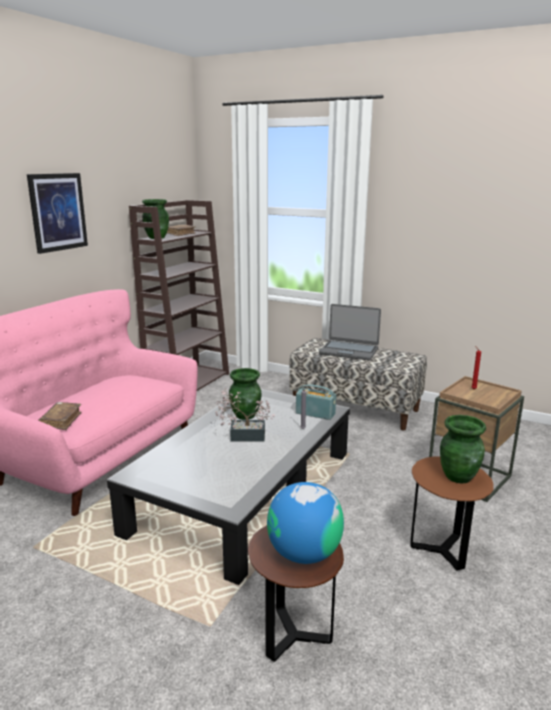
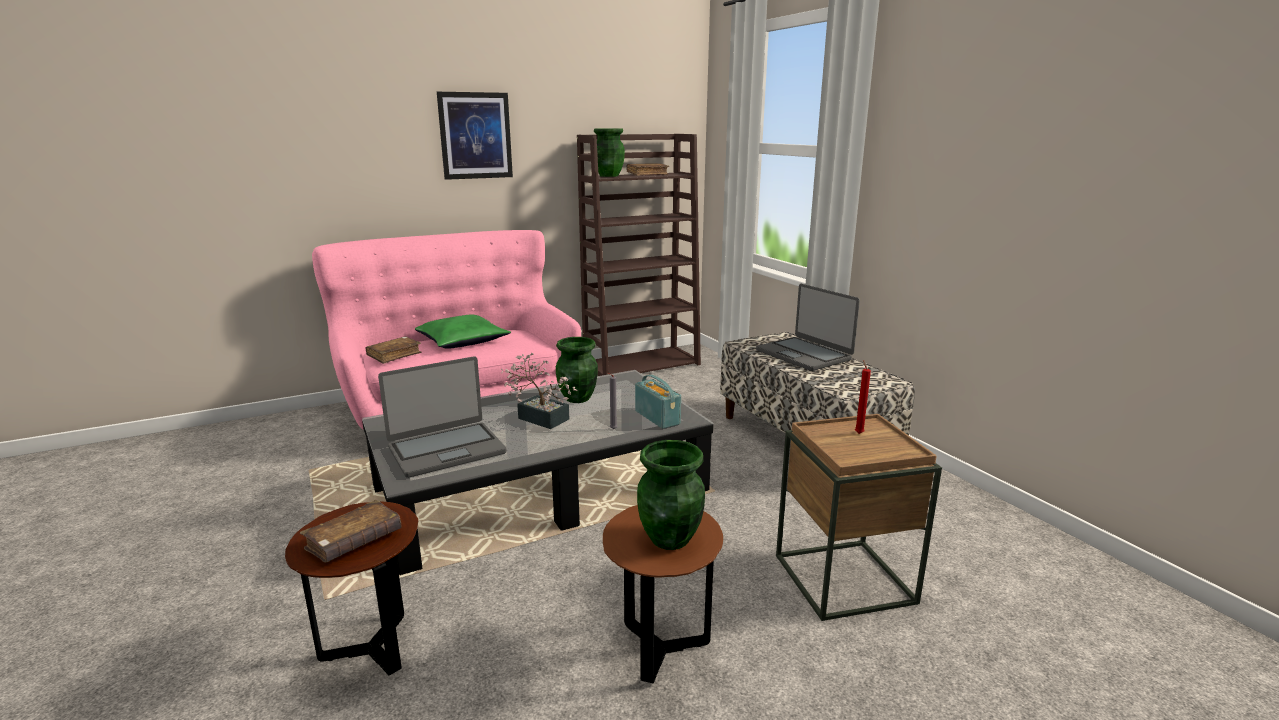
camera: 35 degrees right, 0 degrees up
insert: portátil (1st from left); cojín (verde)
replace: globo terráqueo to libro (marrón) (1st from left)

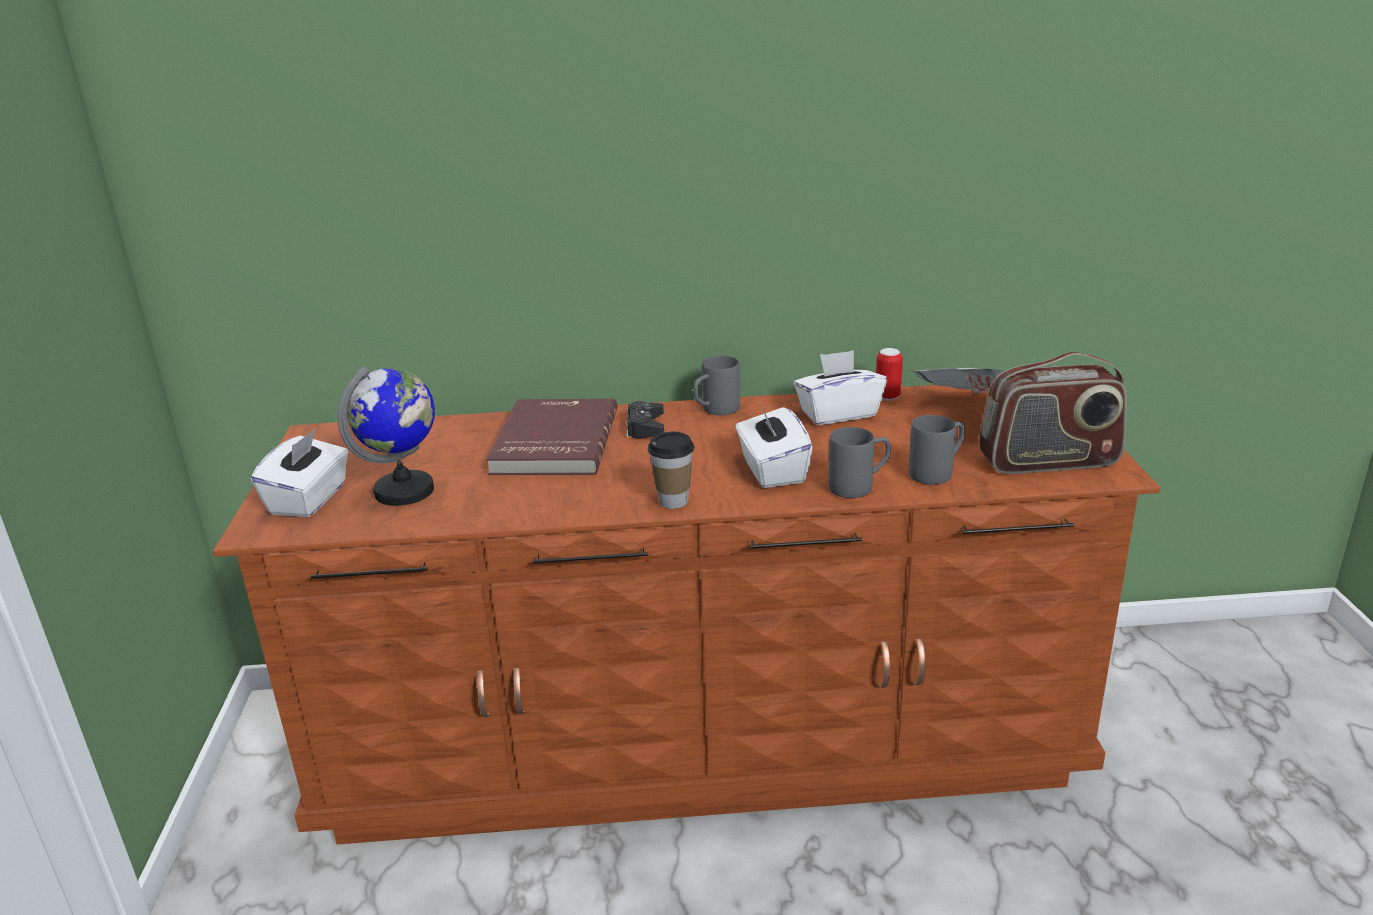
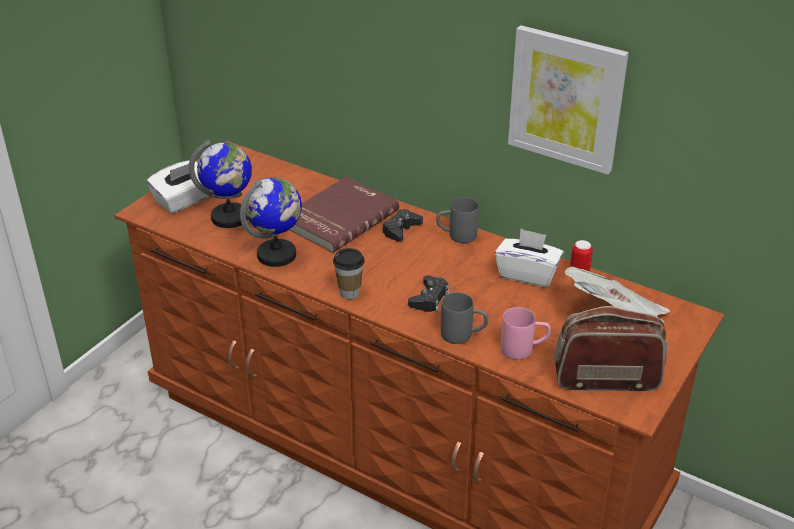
camera: 35 degrees right, 10 degrees up
insert: globo terráqueo (2nd from left); cuadro
replace: caja de pañuelos (blanco) (2nd from left) to mando de consola (negro) (2nd from left)
recolor: taza grande (gris) (3rd from left) to taza grande (rosa)
rotate: radio 150 degrees clockwise

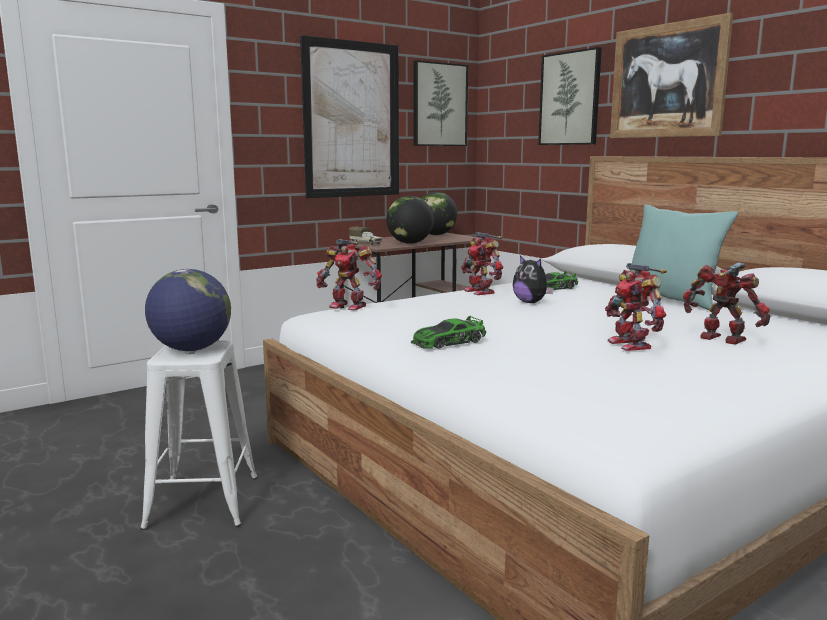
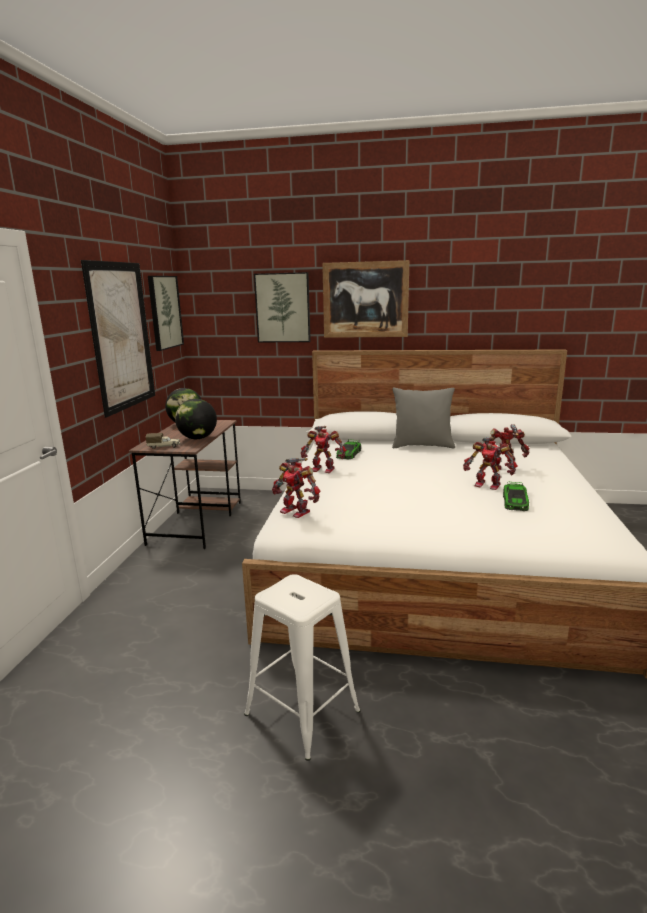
camera: 45 degrees left, 5 degrees up
delete: globo terráqueo (1st from left); peluche
move: coche de juguete (1st from left in the first image) to coche de juguete (2nd from left)
recolor: cojín (turquesa) to cojín (gris)
rotate: robot de juguete (1st from left) 60 degrees clockwise

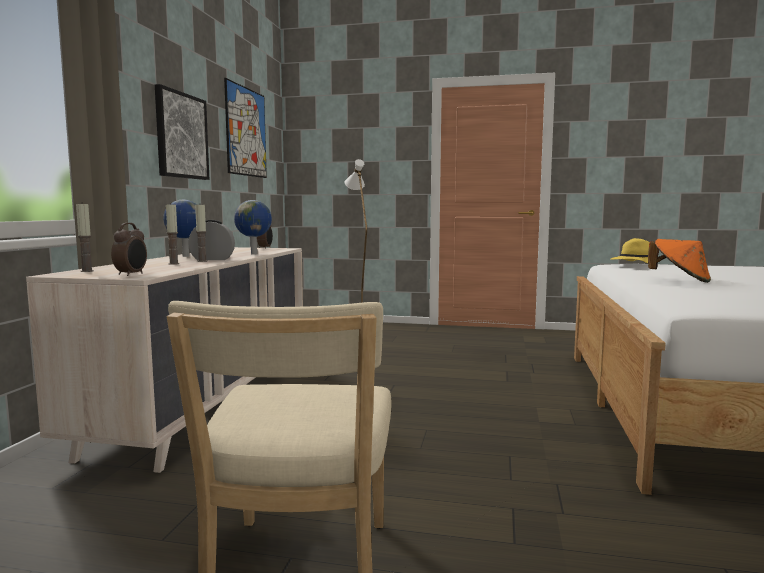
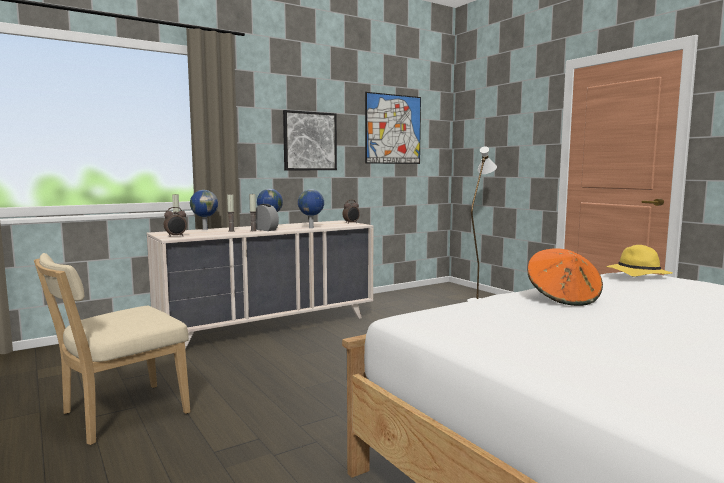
camera: 45 degrees right, 0 degrees up
insert: globo terráqueo (1st from left)

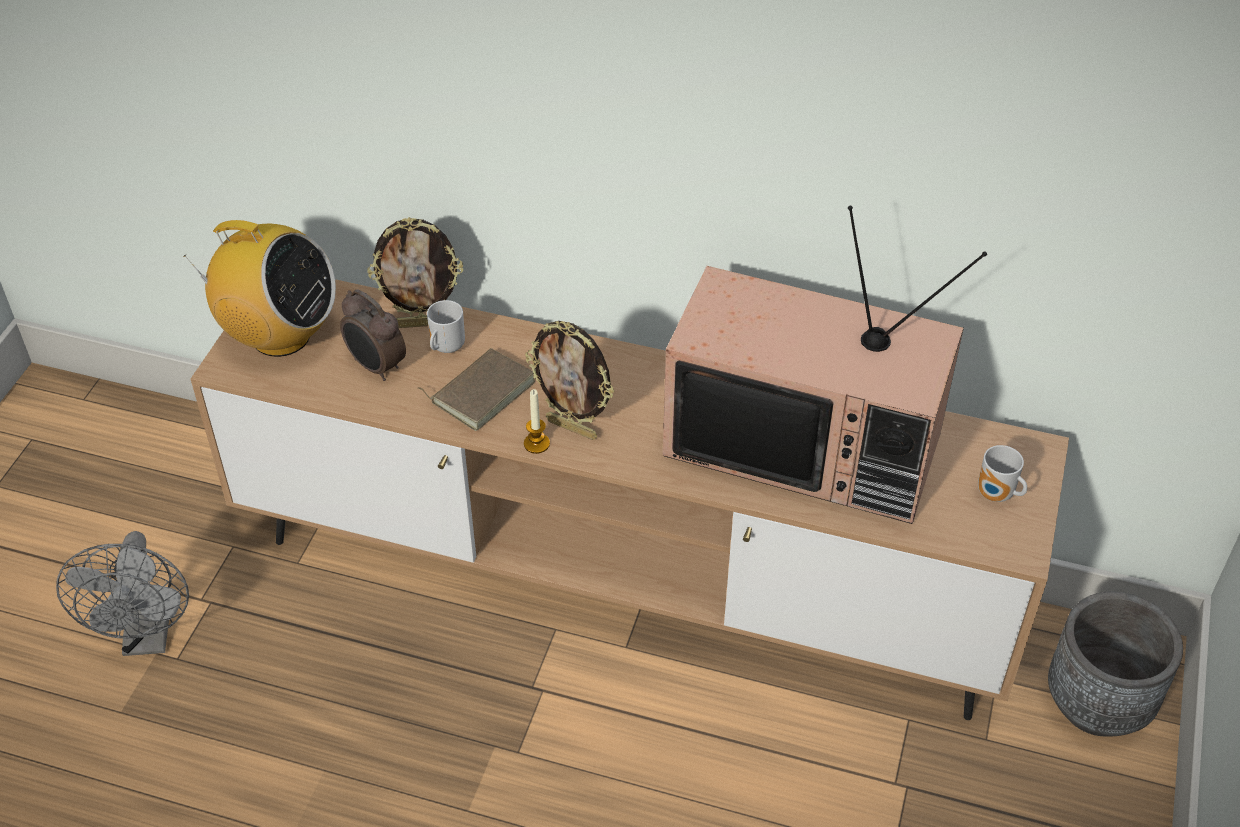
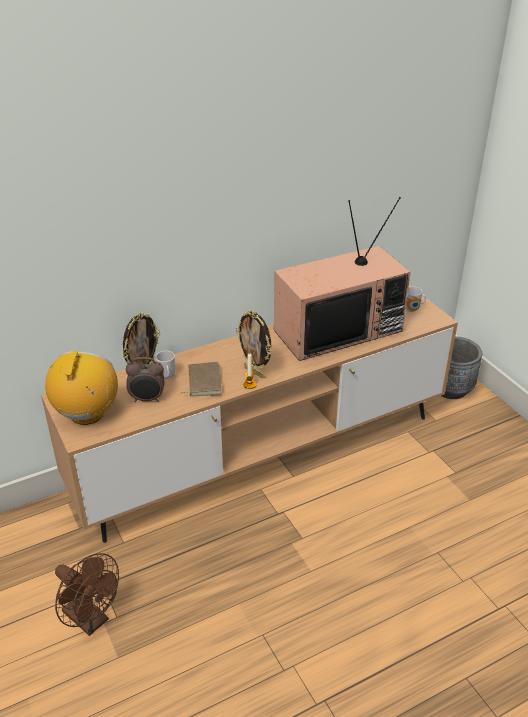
camera: 45 degrees left, 10 degrees down
recolor: ventilador (gris) to ventilador (marrón)
rotate: radio 60 degrees counterclockwise; portarretratos (2nd from left) 60 degrees clockwise

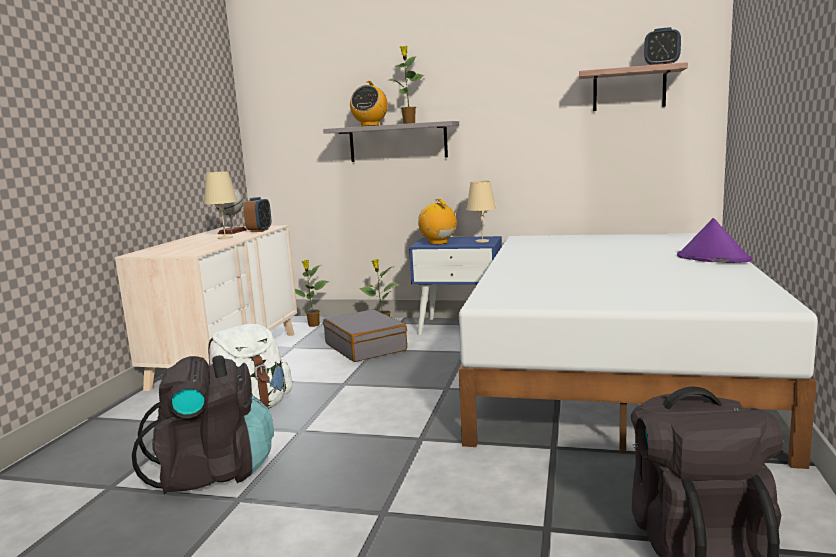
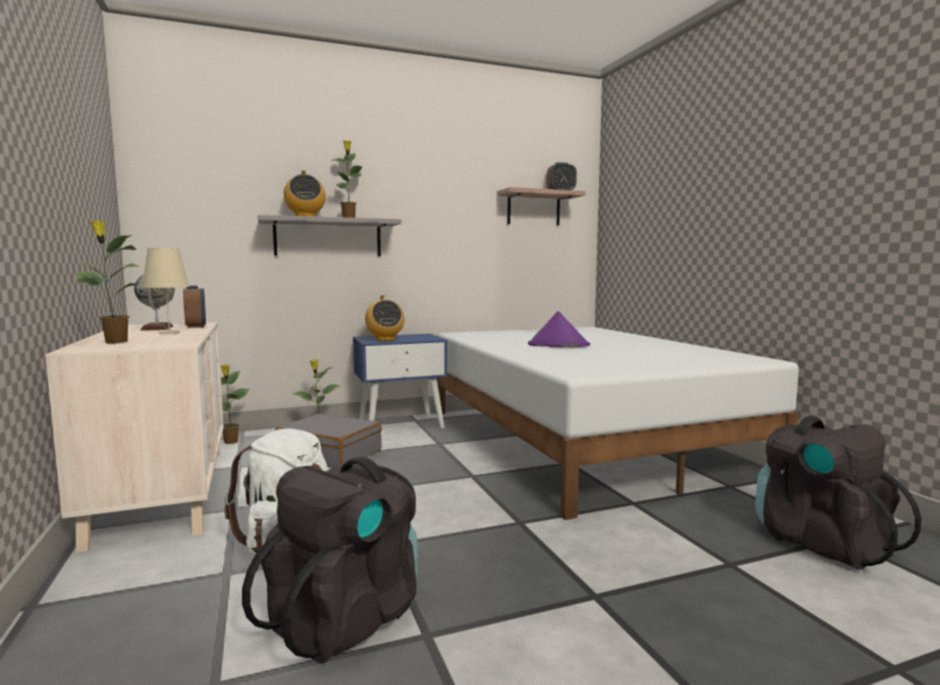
camera: 35 degrees left, 5 degrees down
delete: lámpara de mesa (beis) (2nd from left)
insert: planta en maceta (1st from left)
move: sombrero (morado)
rotate: radio (2nd from left) 135 degrees counterclockwise

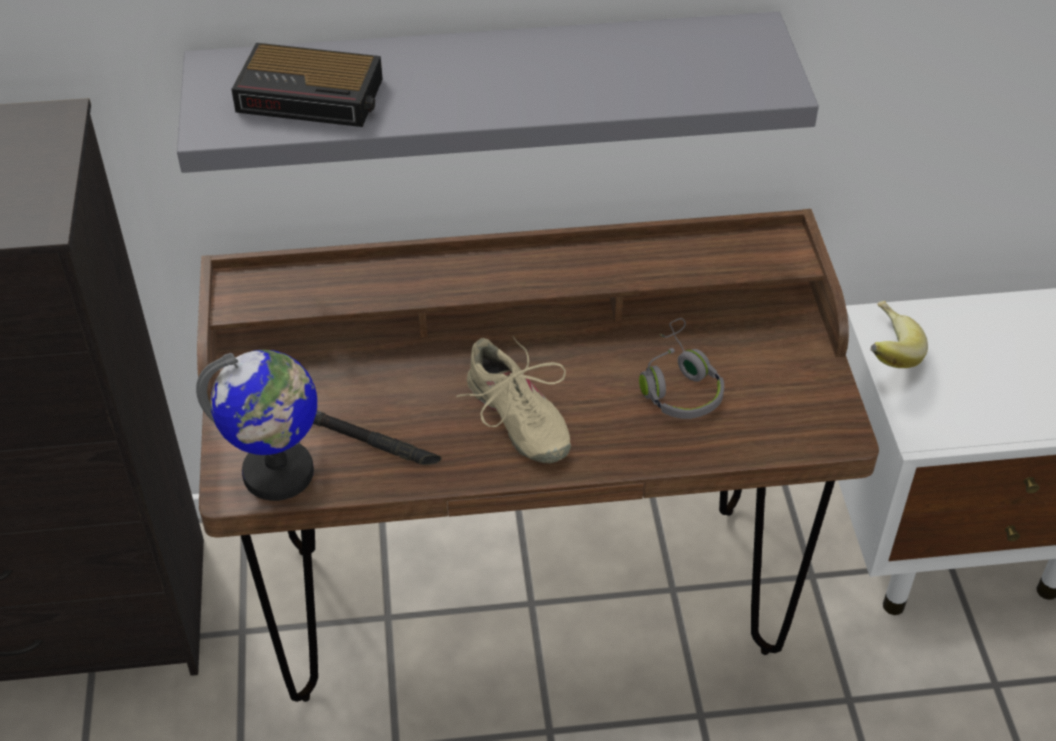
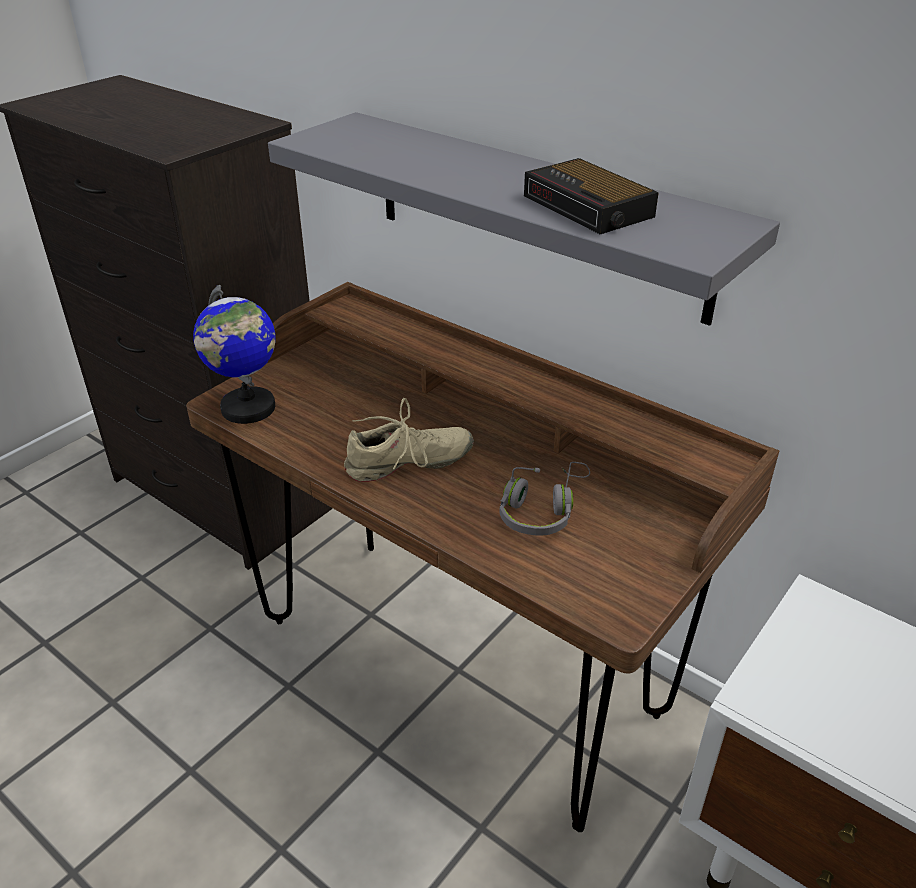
camera: 45 degrees right, 10 degrees down
delete: linterna (negro); plátano
move: despertador
rotate: zapato (beis) 120 degrees counterclockwise

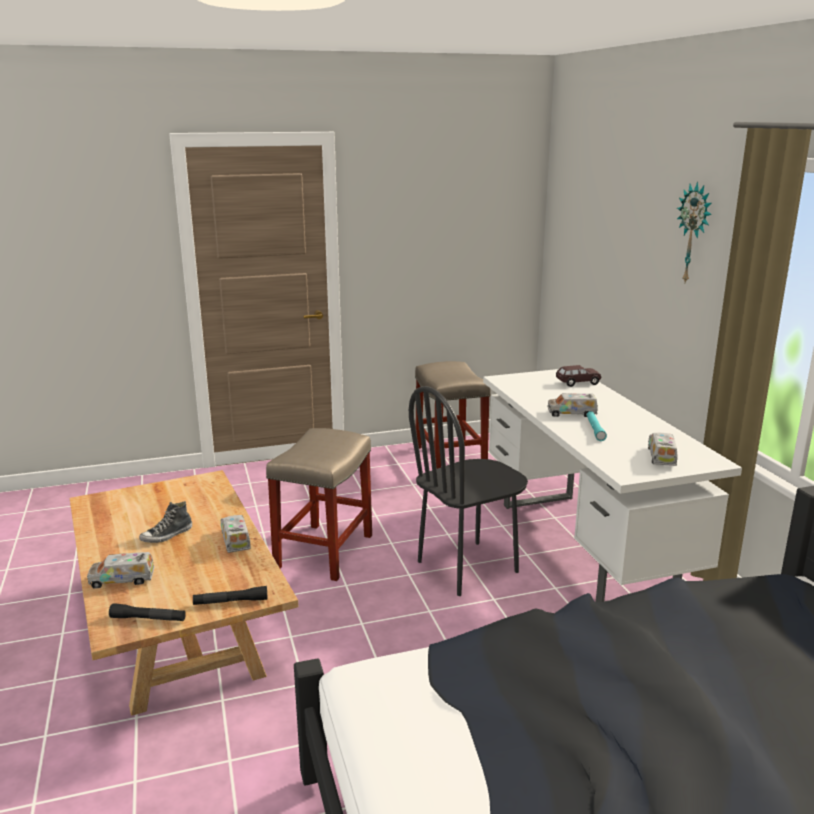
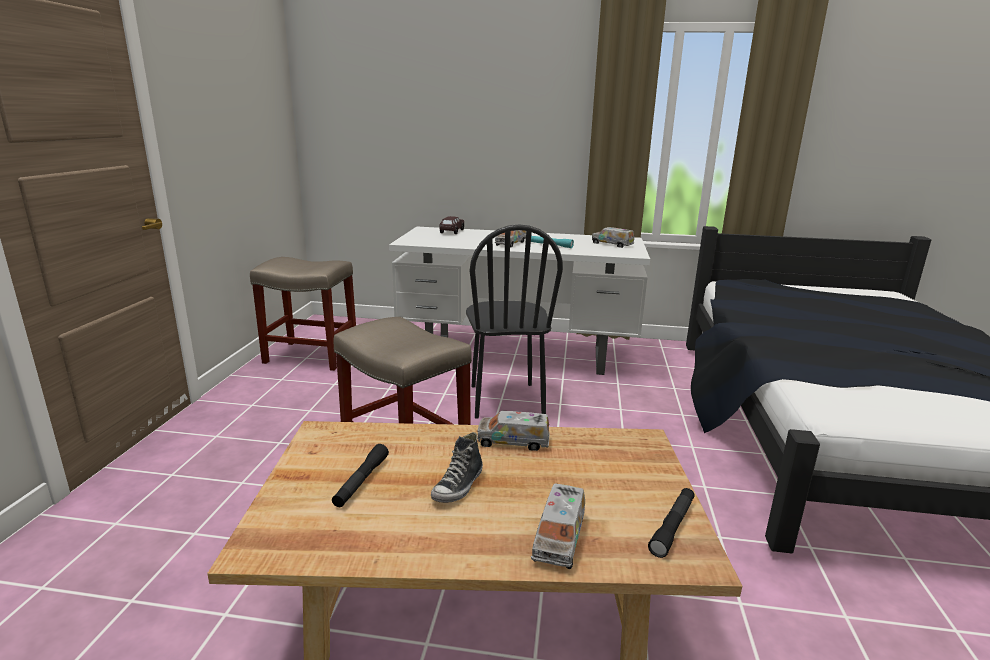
camera: 65 degrees left, 0 degrees up
delete: reloj de pared
move: linterna (negro) (2nd from left in the first image) to linterna (negro) (1st from left)
rotate: zapato 45 degrees clockwise

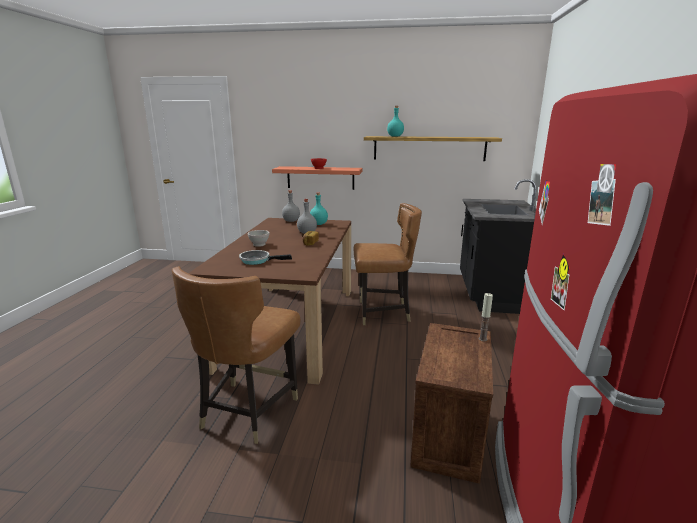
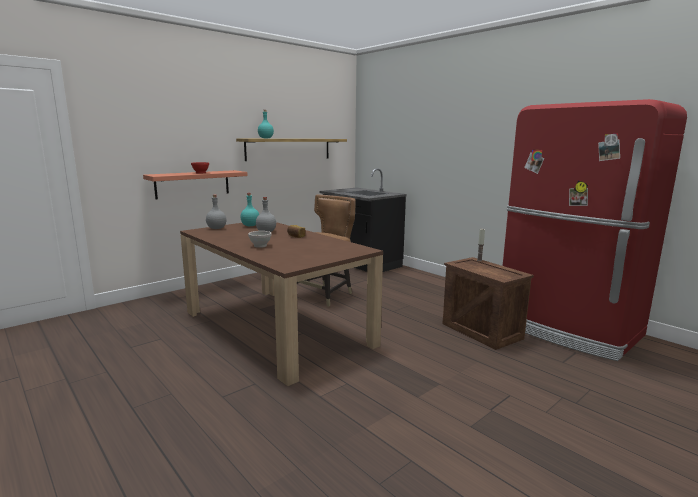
camera: 50 degrees left, 5 degrees down
delete: silla (marrón) (1st from left); sartén

